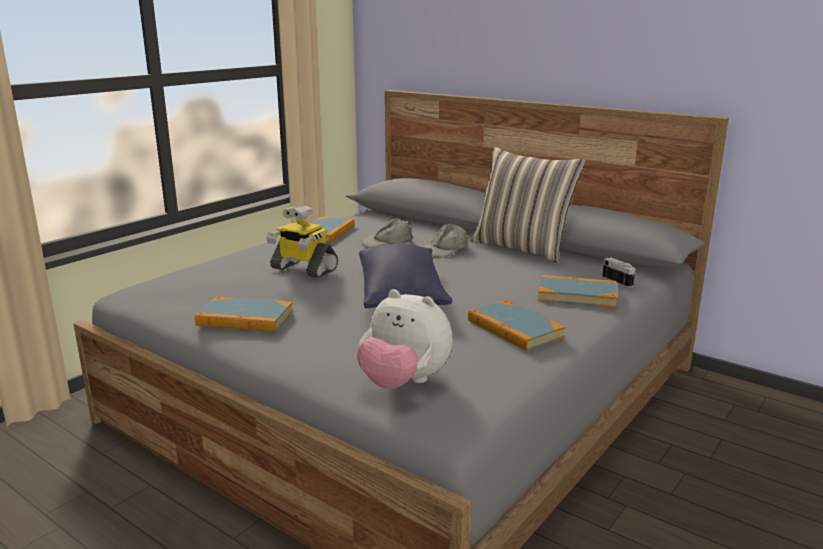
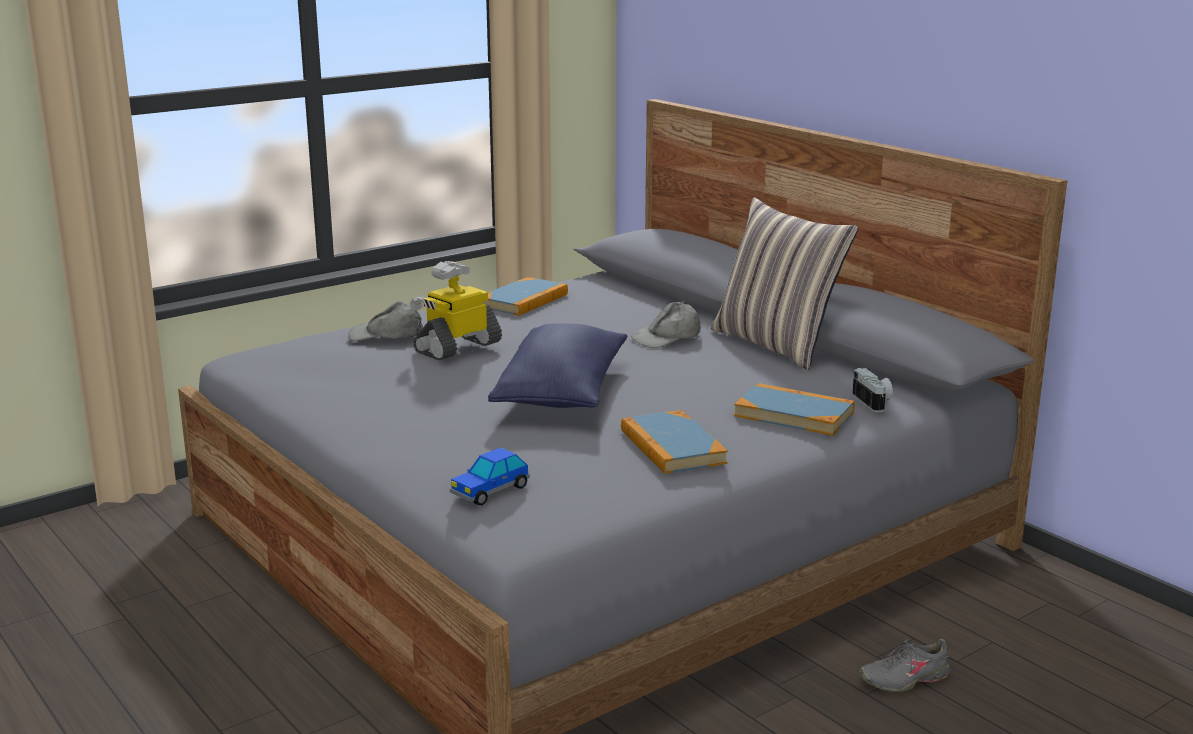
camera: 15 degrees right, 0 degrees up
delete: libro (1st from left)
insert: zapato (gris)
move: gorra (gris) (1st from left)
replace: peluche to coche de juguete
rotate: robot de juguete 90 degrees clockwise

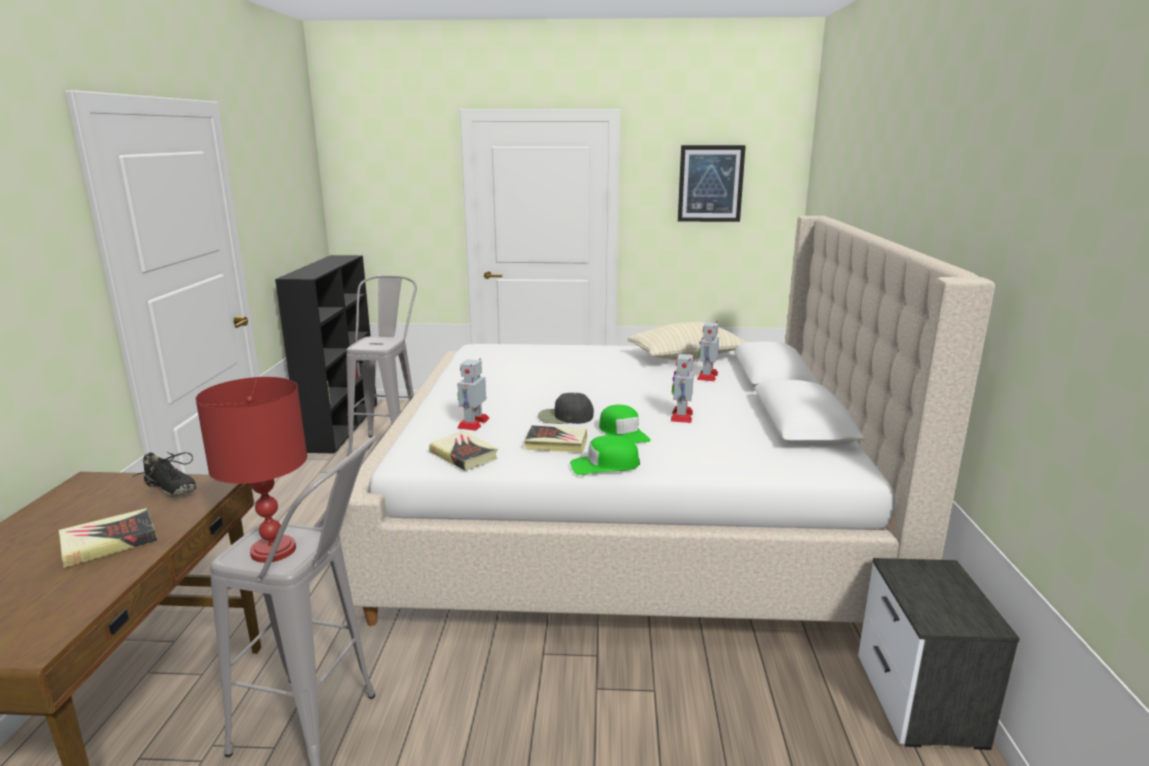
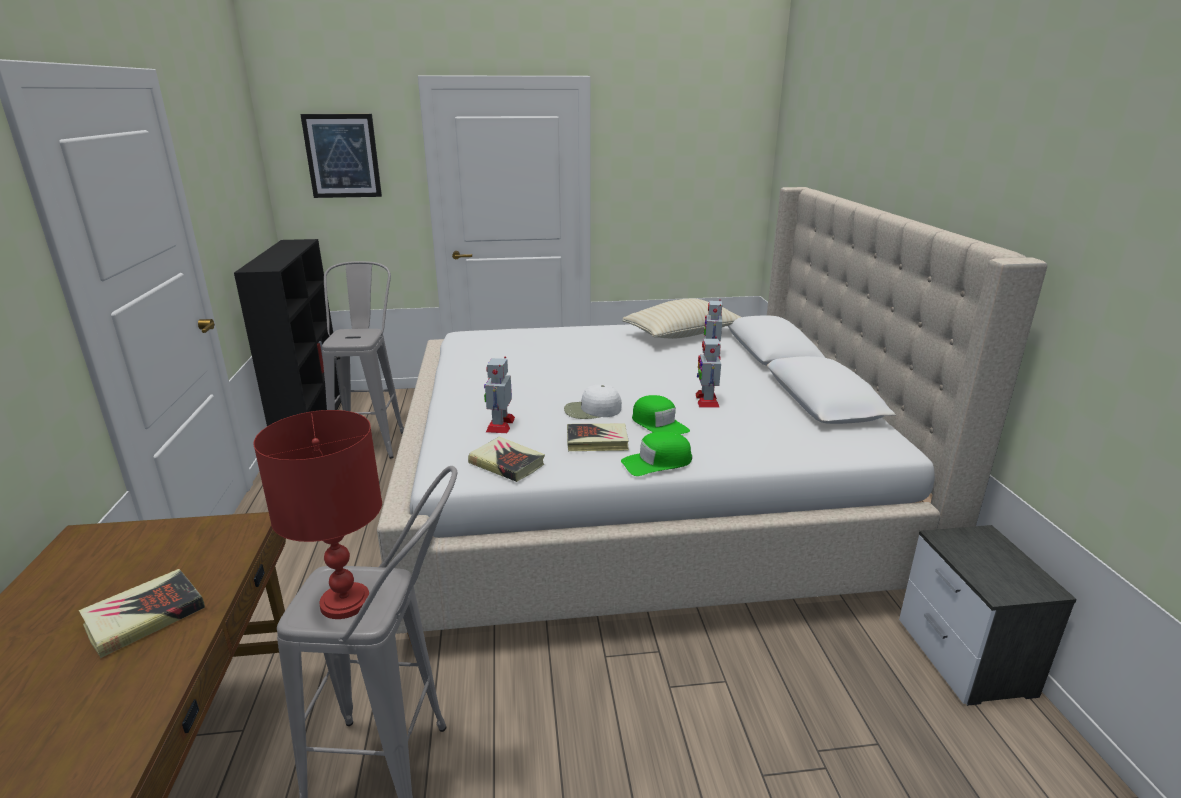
camera: 10 degrees left, 5 degrees up
delete: zapato (negro)
move: cuadro
recolor: gorra (negro) to gorra (blanco)

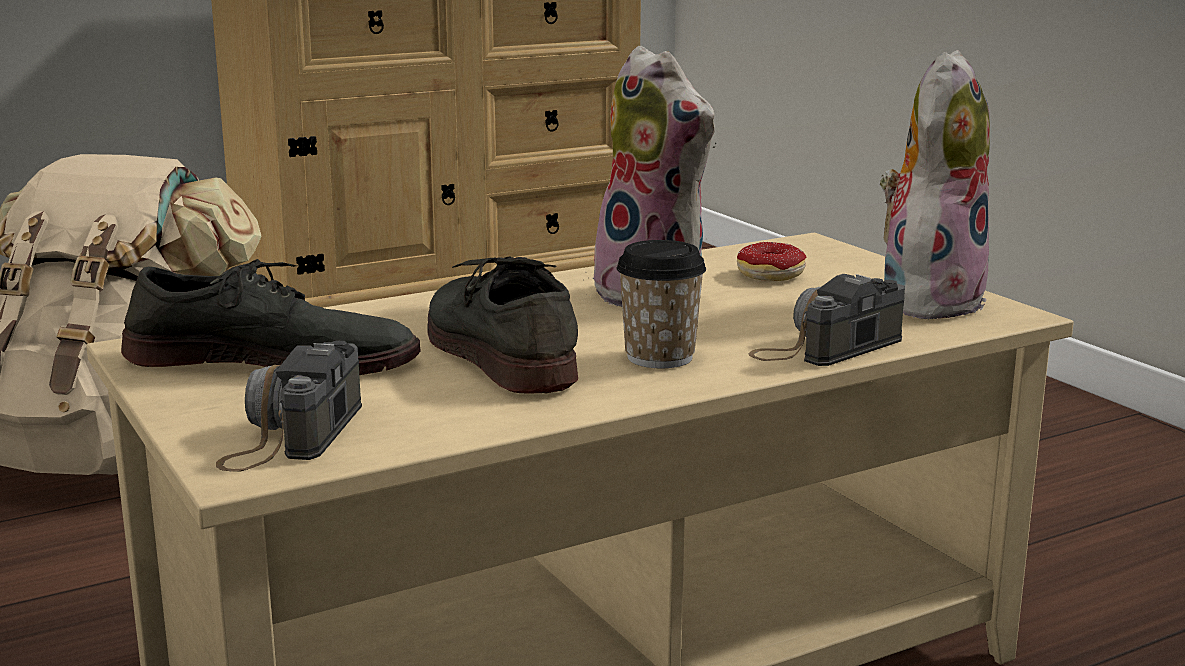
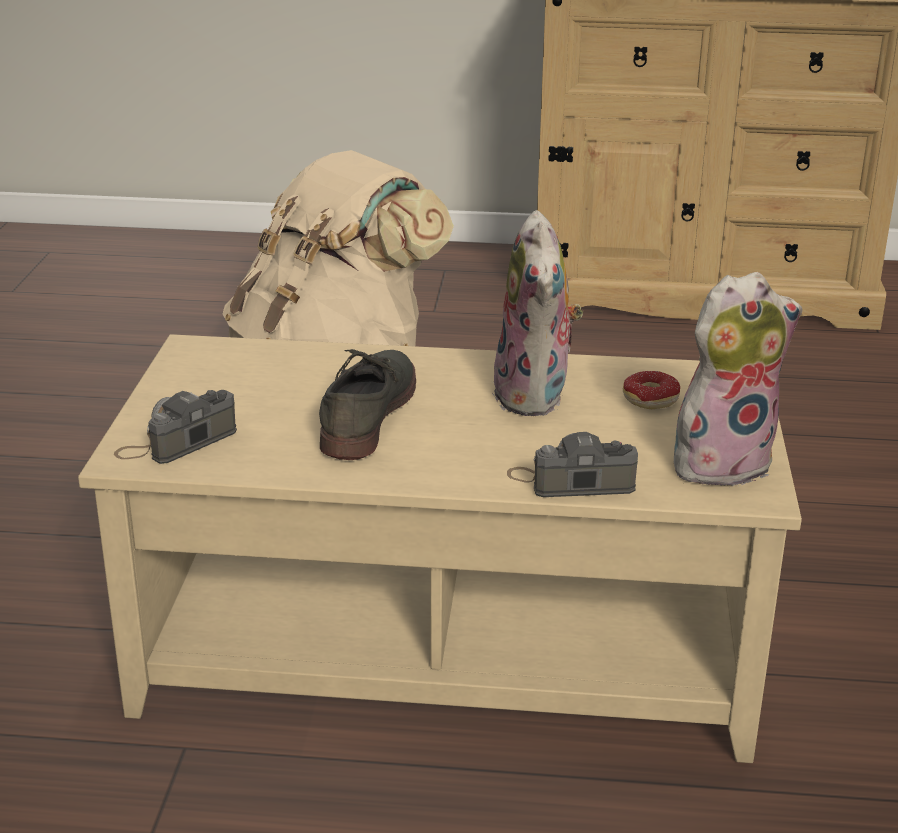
camera: 35 degrees right, 10 degrees up
delete: zapato (gris) (1st from left); taza

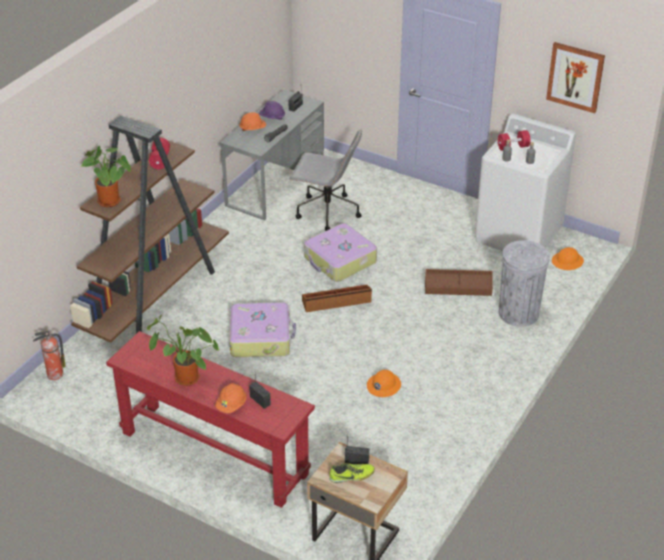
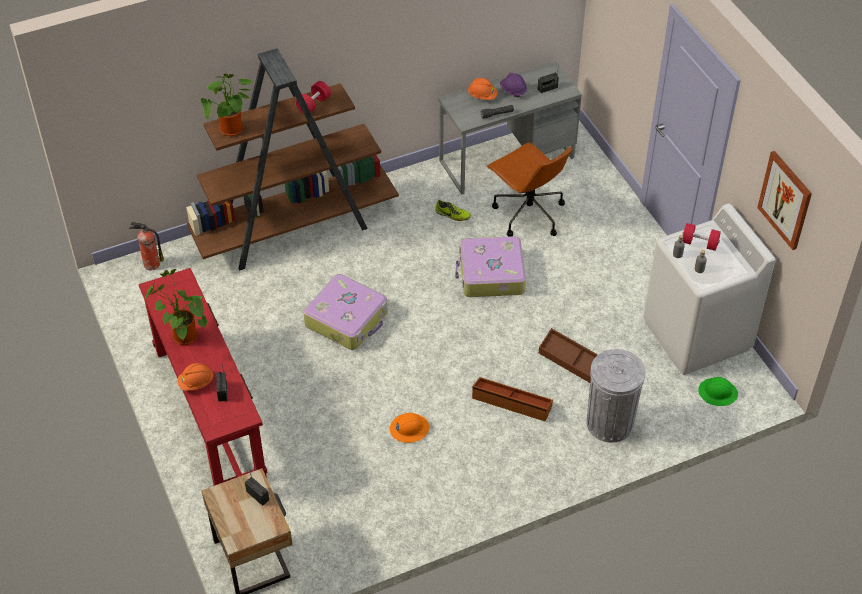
camera: 35 degrees right, 10 degrees up
move: zapato; caja de almacenaje (marrón) (1st from left)
recolor: silla de oficina (gris) to silla de oficina (marrón); casco (naranja) (4th from left) to casco (verde)

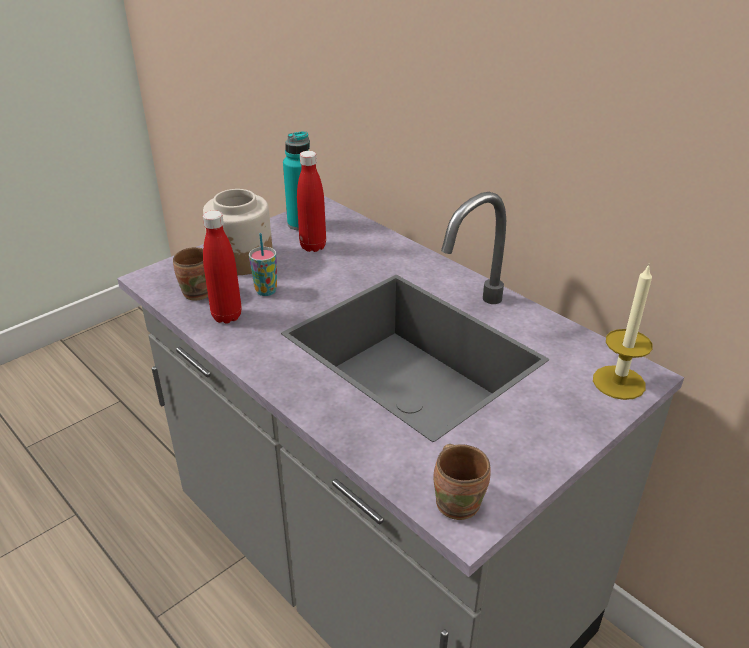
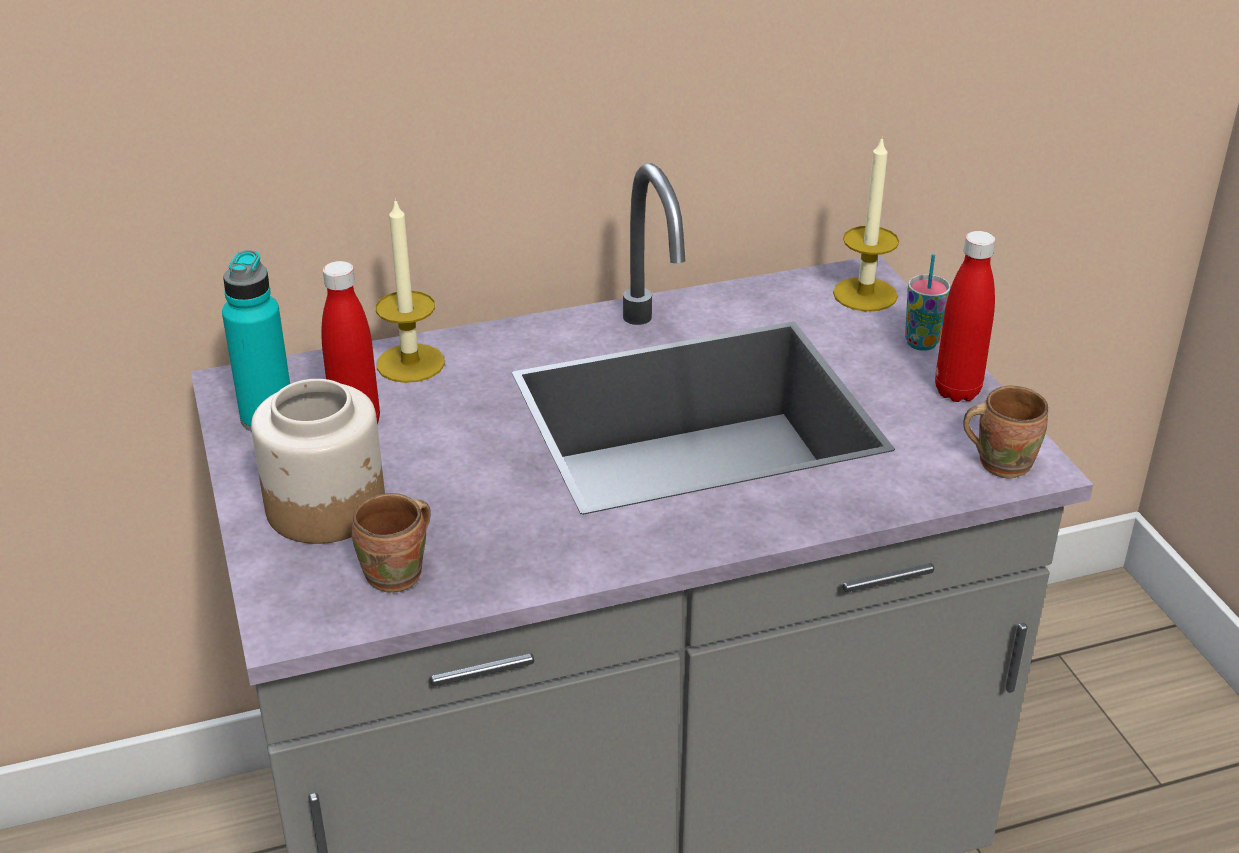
camera: 65 degrees left, 0 degrees up
insert: vela (1st from left)
move: taza; botella (rojo) (1st from left in the first image) to botella (rojo) (2nd from left)

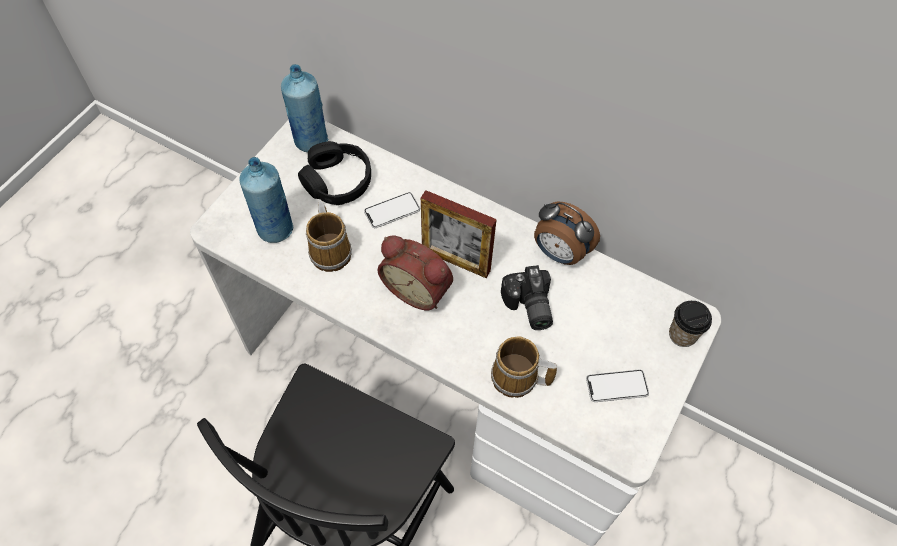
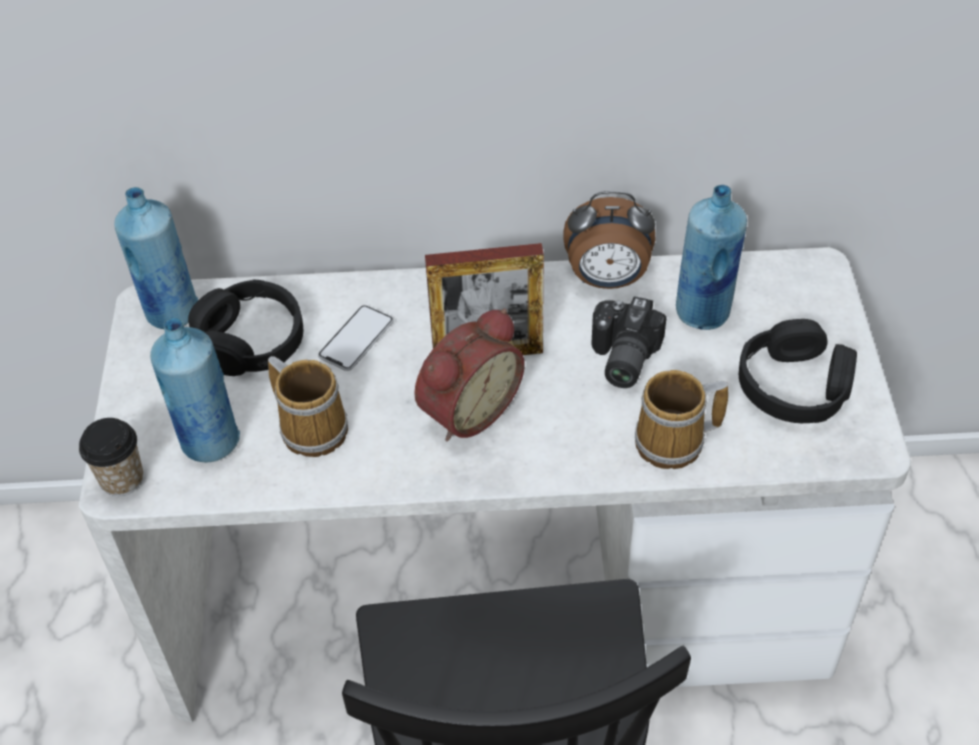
camera: 30 degrees left, 10 degrees down
insert: botella (azul) (3rd from left)
move: taza
replace: móvil (2nd from left) to auriculares (negro) (2nd from left)
rotate: despertador (1st from left) 45 degrees counterclockwise; cámara 60 degrees clockwise

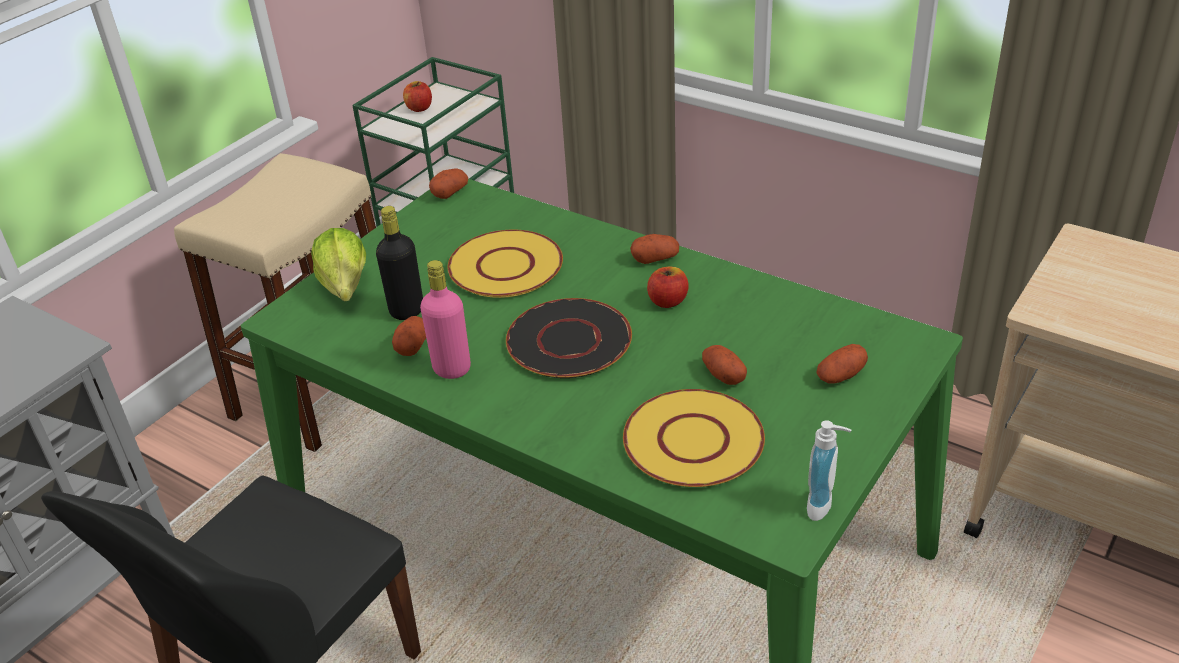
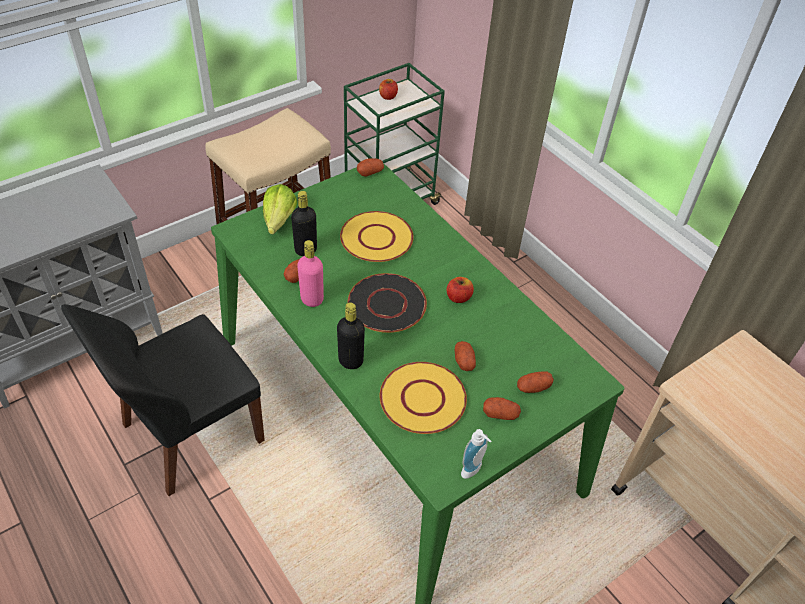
camera: 15 degrees right, 10 degrees up
insert: botella (negro) (2nd from left)
move: patata (3rd from left in the first image) to patata (4th from left)

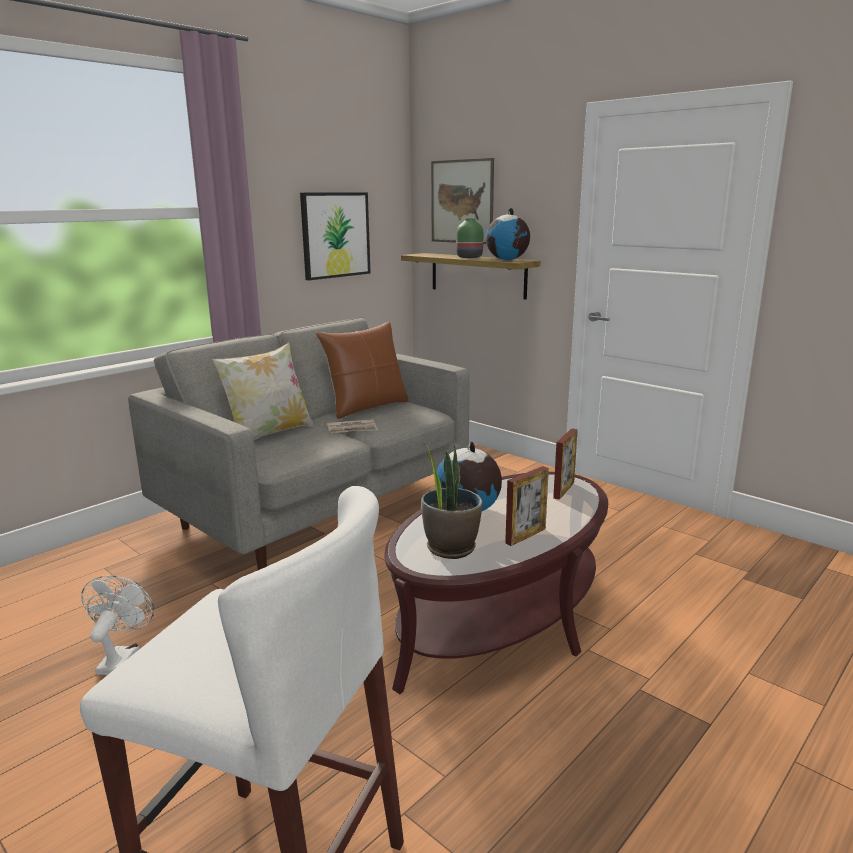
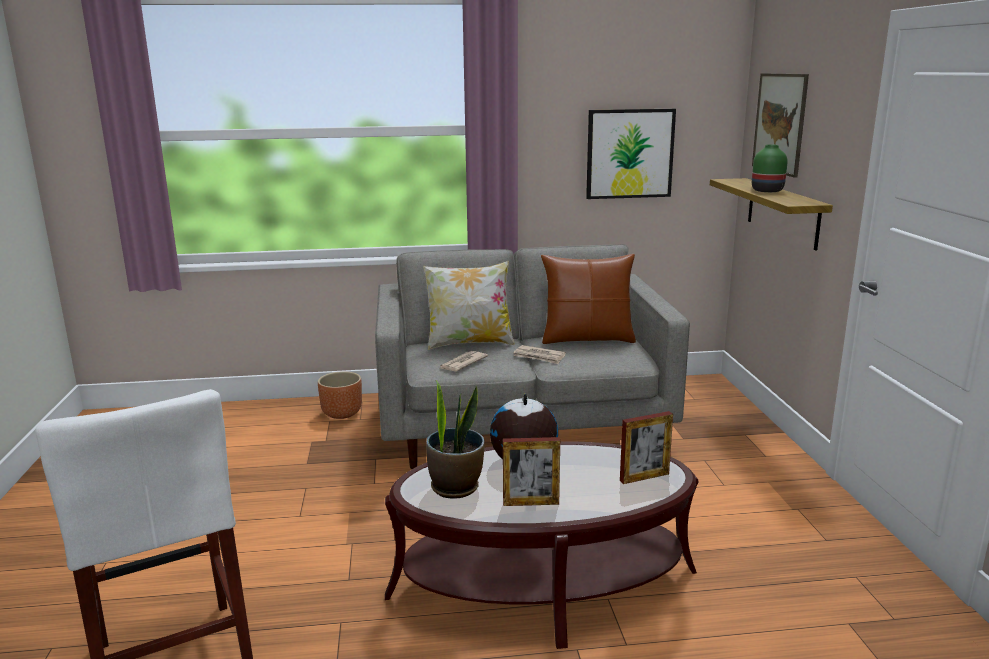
camera: 40 degrees right, 0 degrees up
delete: ventilador (blanco); globo terráqueo (2nd from left)
insert: maceta (marrón); periódico (1st from left)

